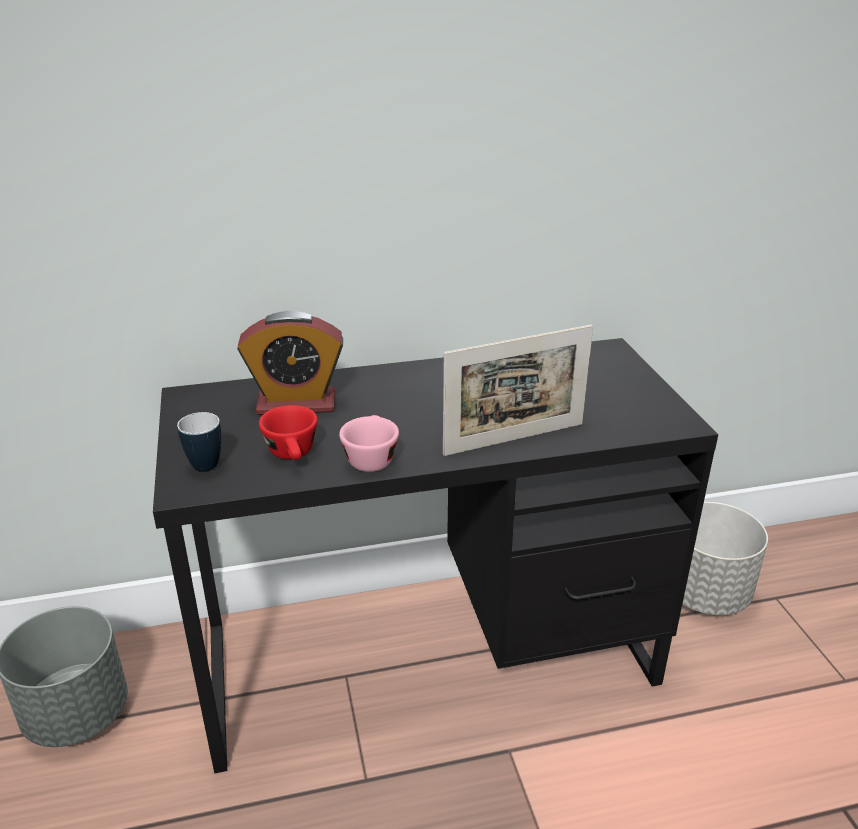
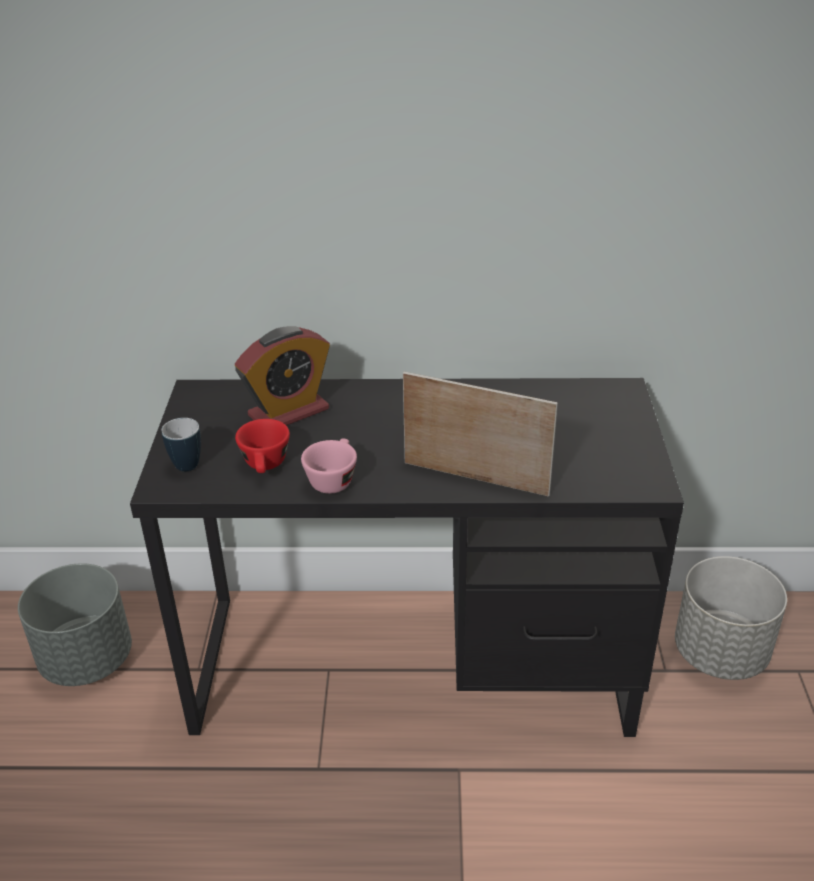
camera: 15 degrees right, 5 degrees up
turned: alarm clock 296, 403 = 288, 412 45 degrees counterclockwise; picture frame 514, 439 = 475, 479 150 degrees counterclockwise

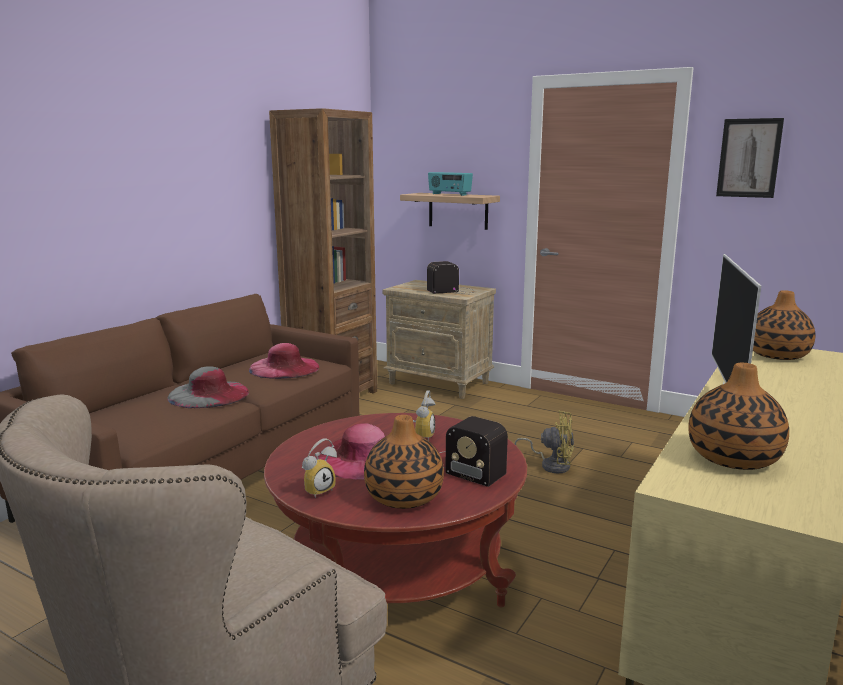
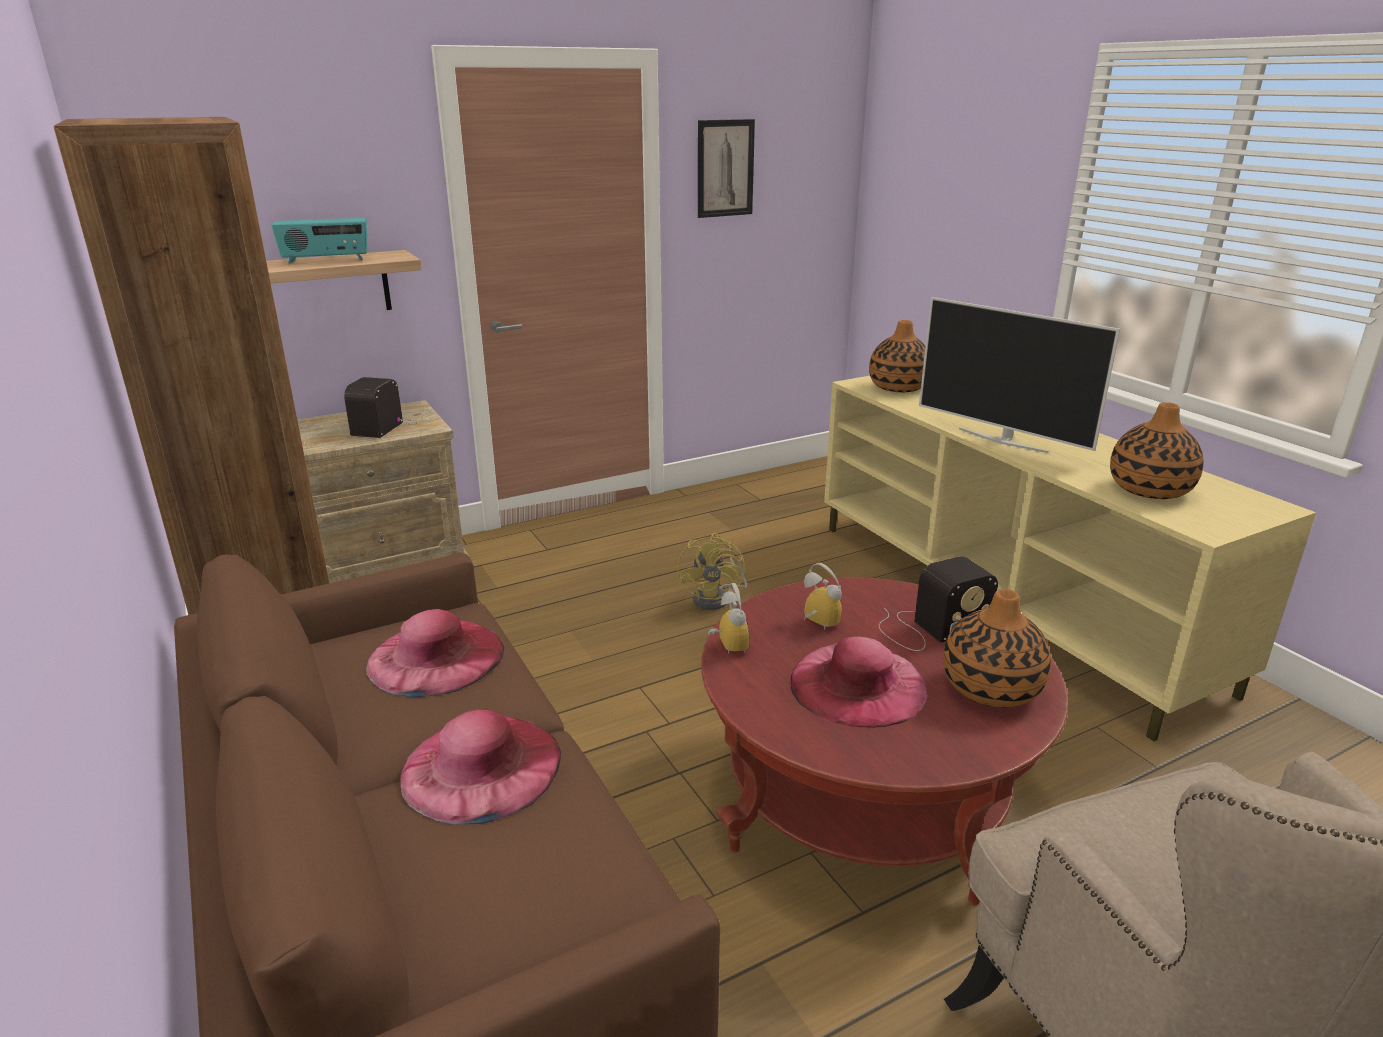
camera: 60 degrees left, 10 degrees up
moved: alarm clock 318, 489 to 726, 646
recoloured: grey hat 208, 394 to pink hat 481, 766
turned: yellow fan 551, 465 = 717, 598 135 degrees clockwise

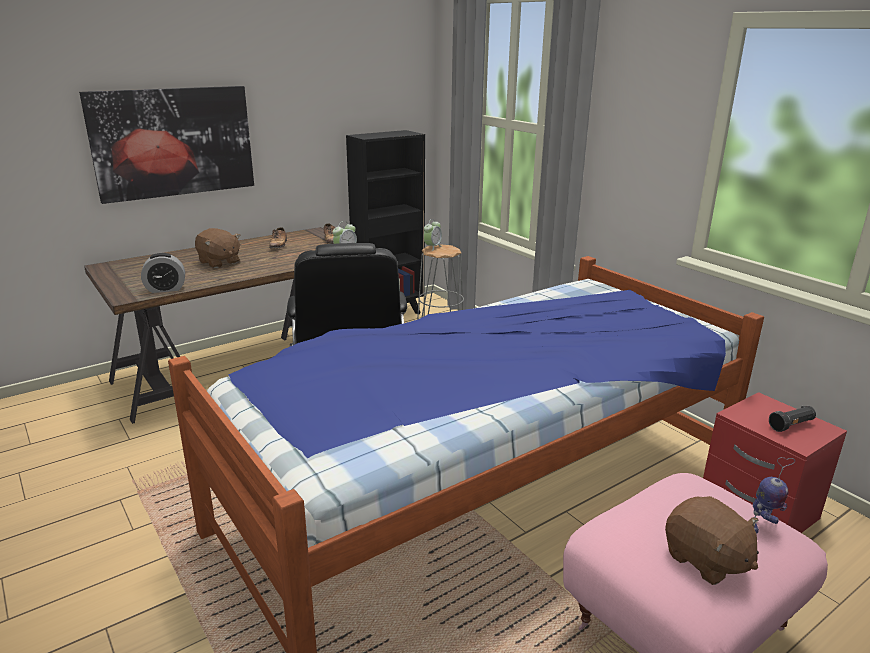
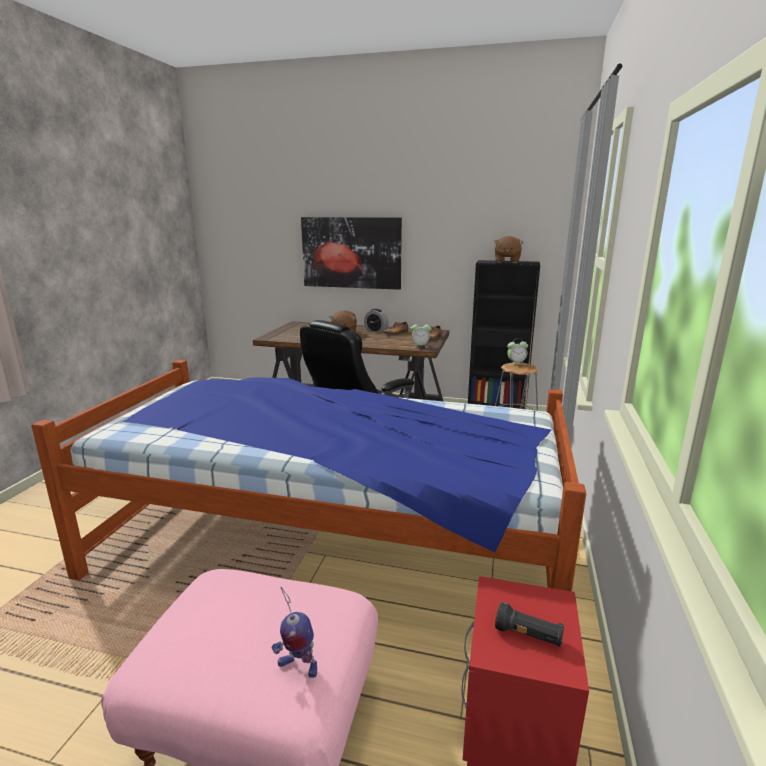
camera: 50 degrees right, 5 degrees down
moved: alarm clock 165, 289 to 376, 331; brown plush toy 705, 560 to 506, 262

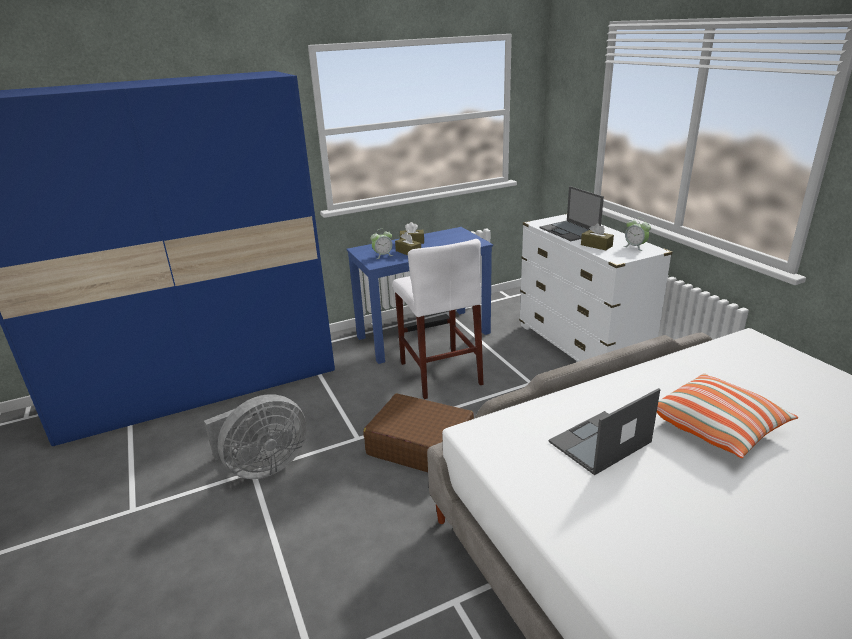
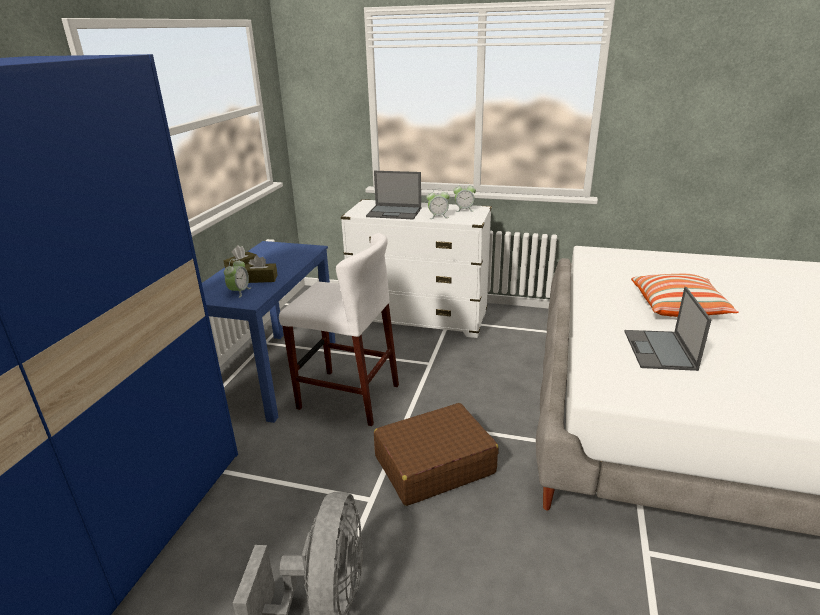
camera: 50 degrees left, 0 degrees up
replaced: brown tissue box 596, 245 to alarm clock 438, 216

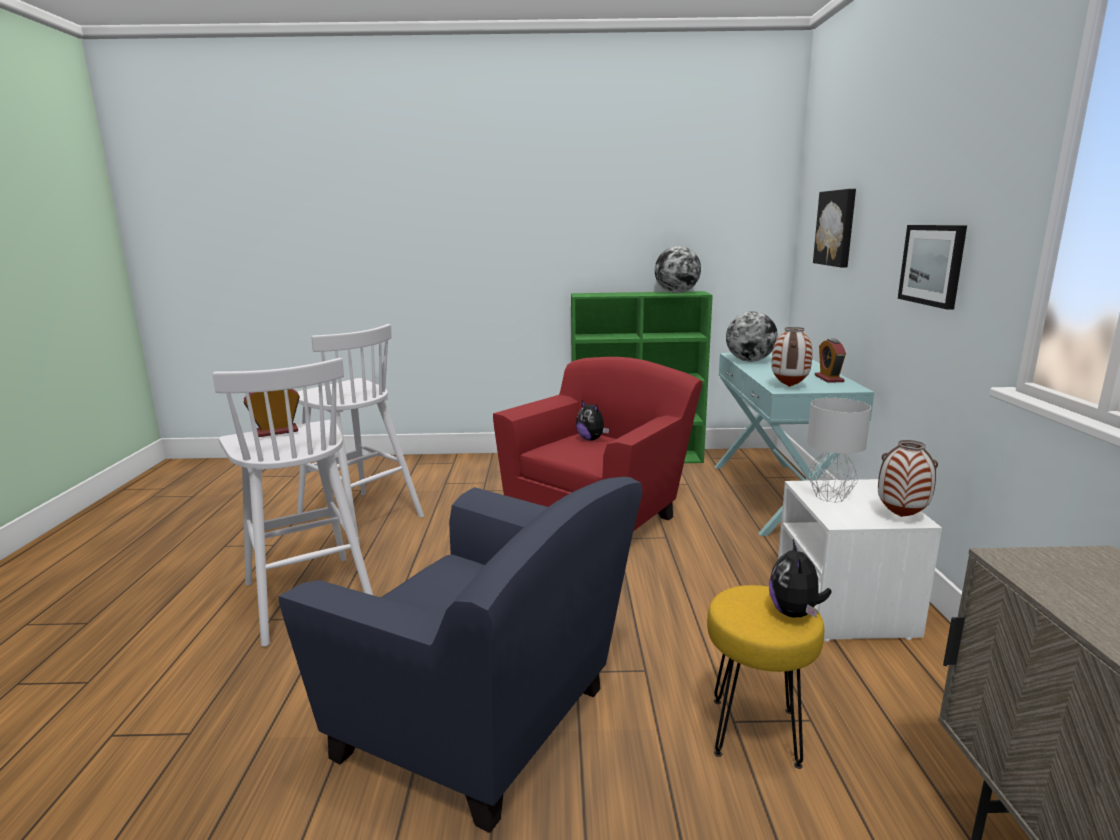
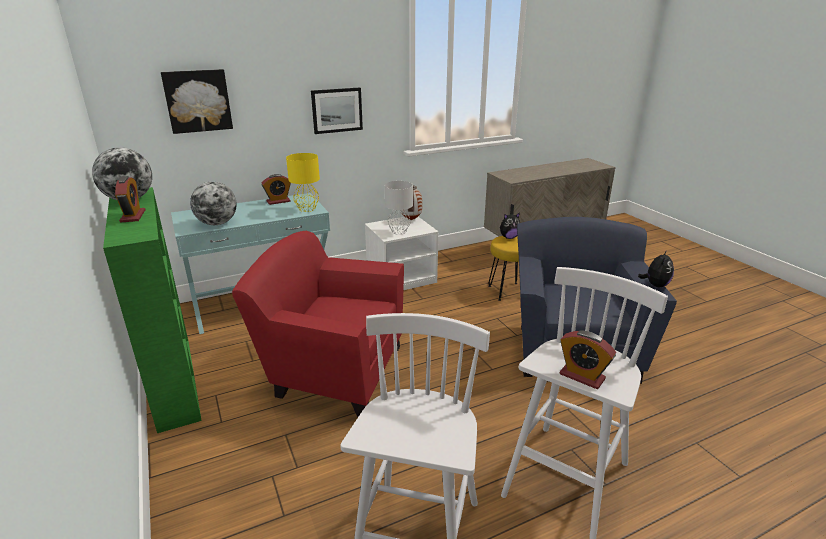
camera: 115 degrees left, 10 degrees up
added: alarm clock 133, 216
moved: plush toy 591, 439 to 655, 285
replaced: vase 789, 386 to yellow table lamp 307, 209

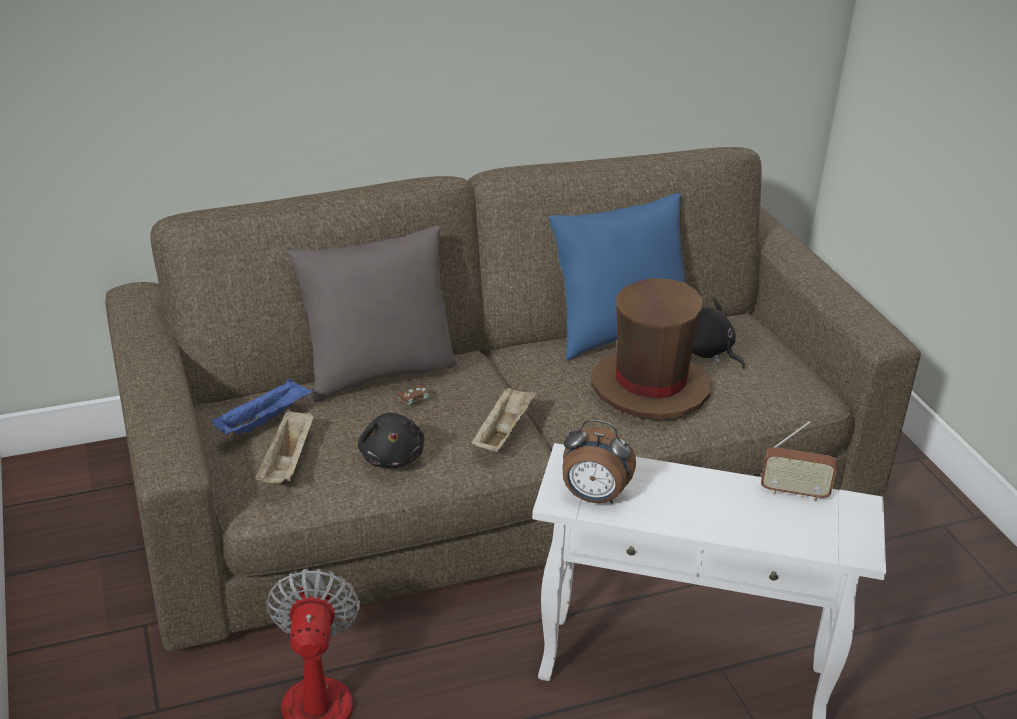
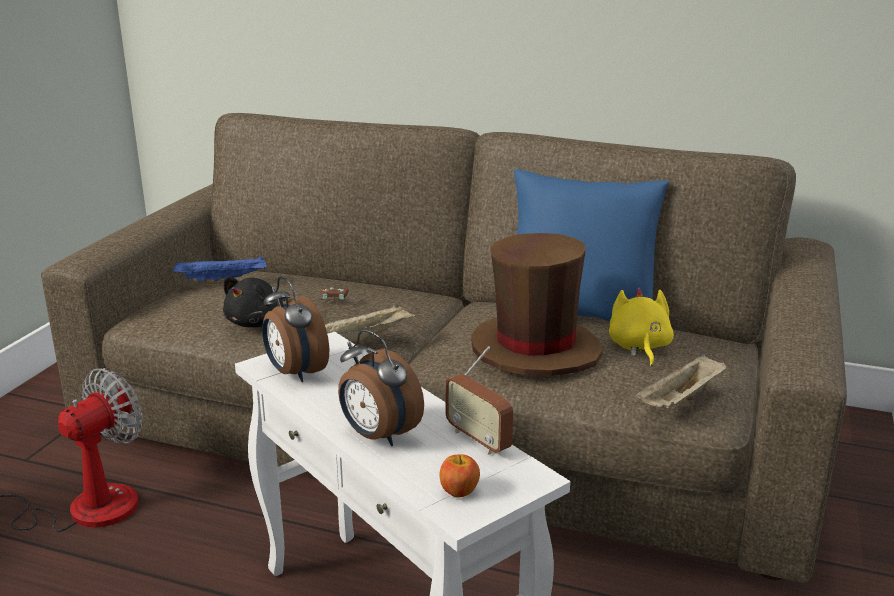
camera: 40 degrees right, 10 degrees down
removed: grey pillow 378, 373
added: alarm clock 378, 436; apple 459, 491
moved: beige tray 287, 463 to 680, 401
recoloured: black plush toy 708, 352 to yellow plush toy 639, 347

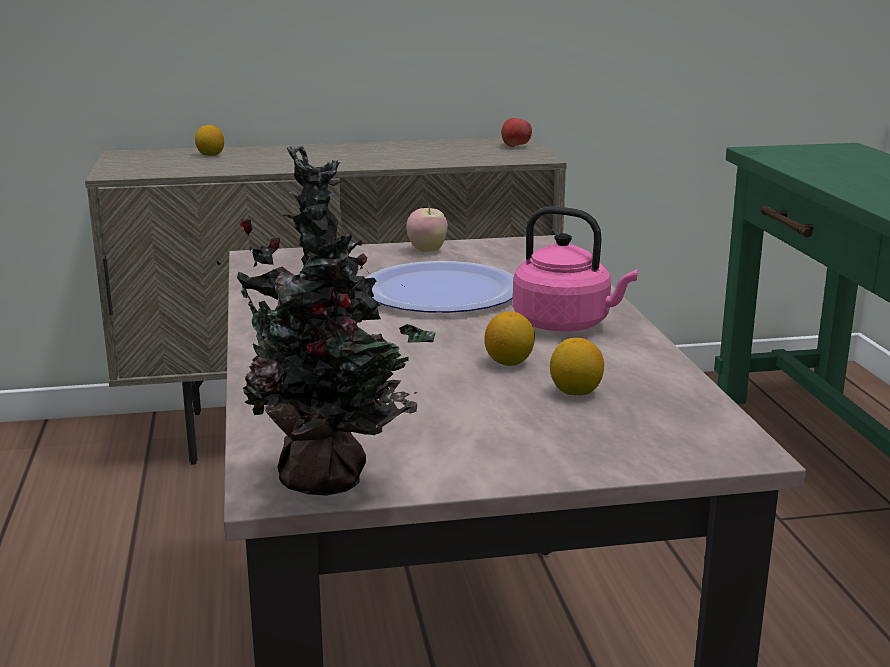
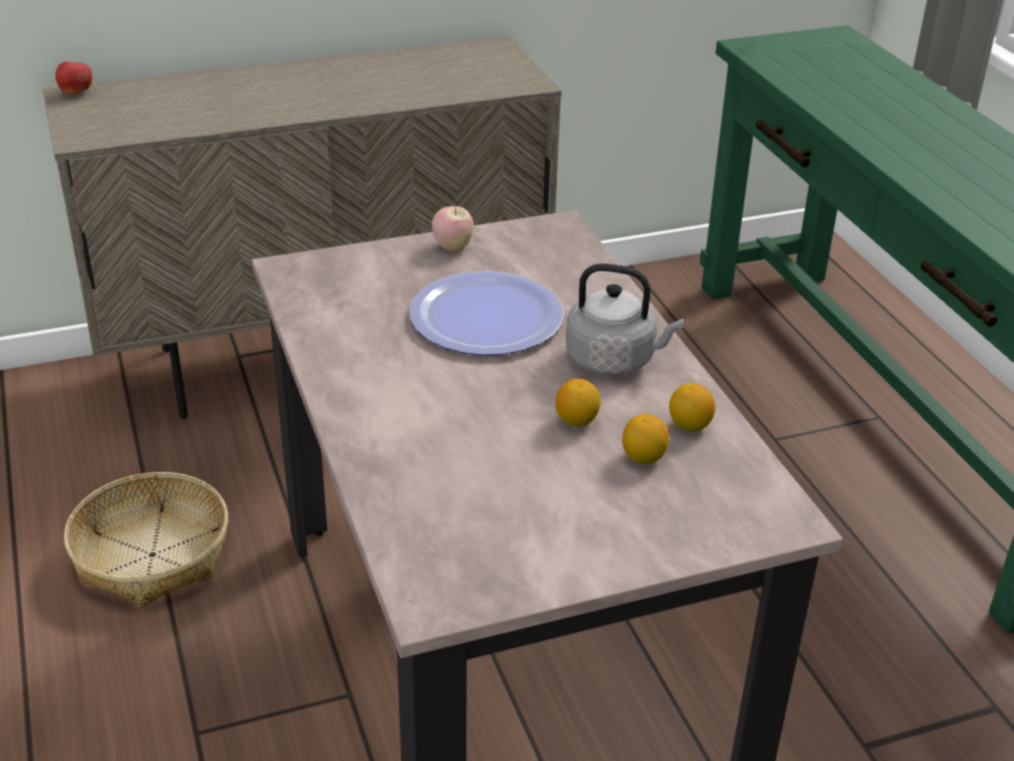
camera: 10 degrees left, 15 degrees up
removed: potted plant 331, 480
added: basket 151, 555
moved: apple 515, 146 to 76, 93; lemon 210, 155 to 689, 426
recoloured: pink kettle 566, 324 to grey kettle 615, 360

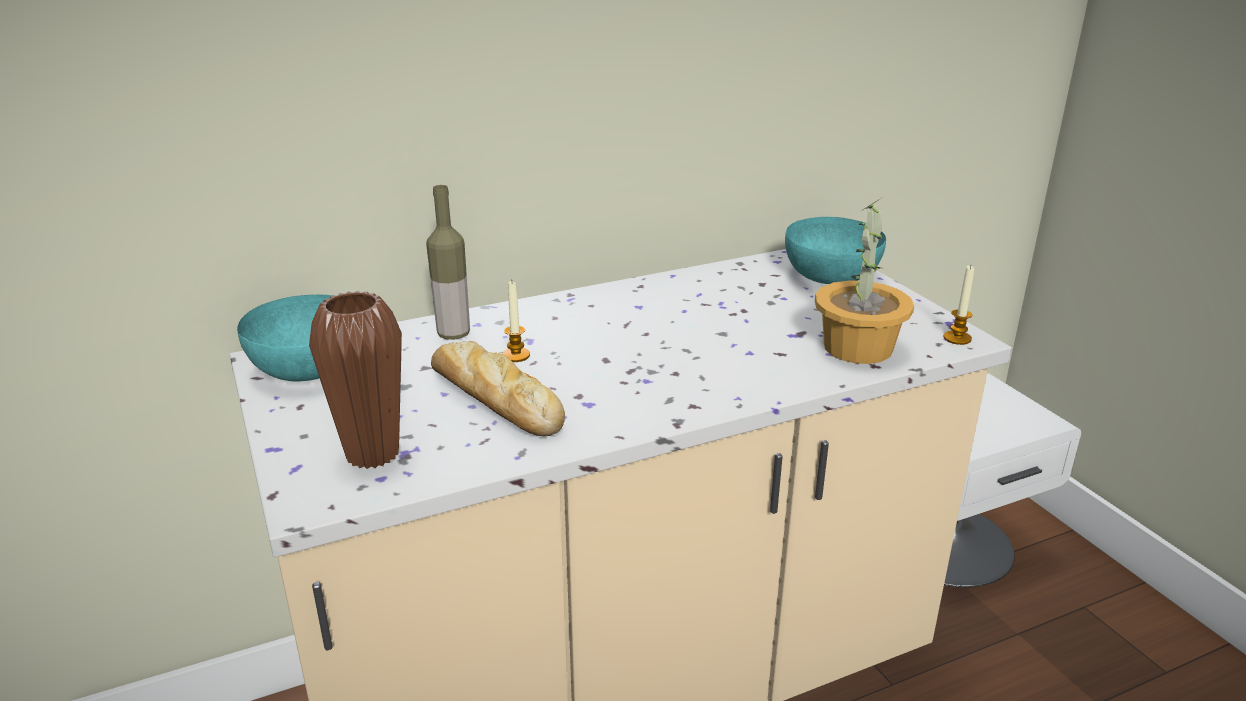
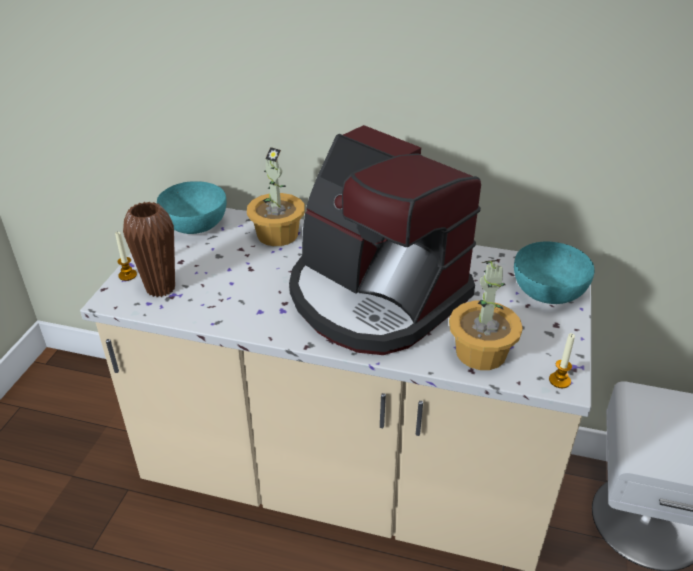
camera: 40 degrees right, 10 degrees up
removed: bread 493, 399
added: coffee machine 374, 297
moved: candle 516, 355 to 127, 275
replaced: bottle 453, 334 to potted plant 278, 234

